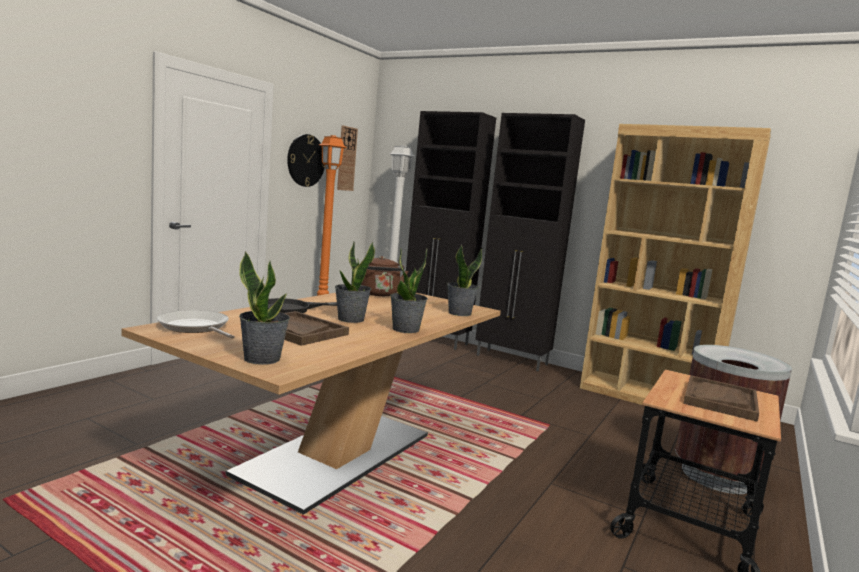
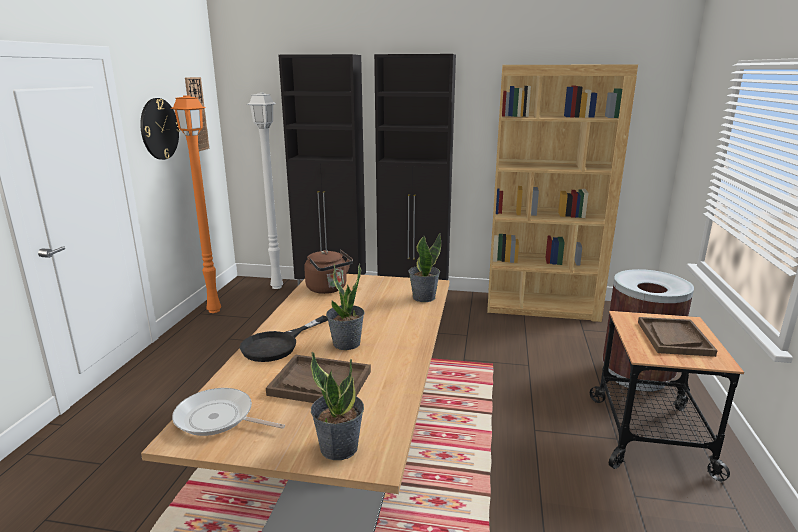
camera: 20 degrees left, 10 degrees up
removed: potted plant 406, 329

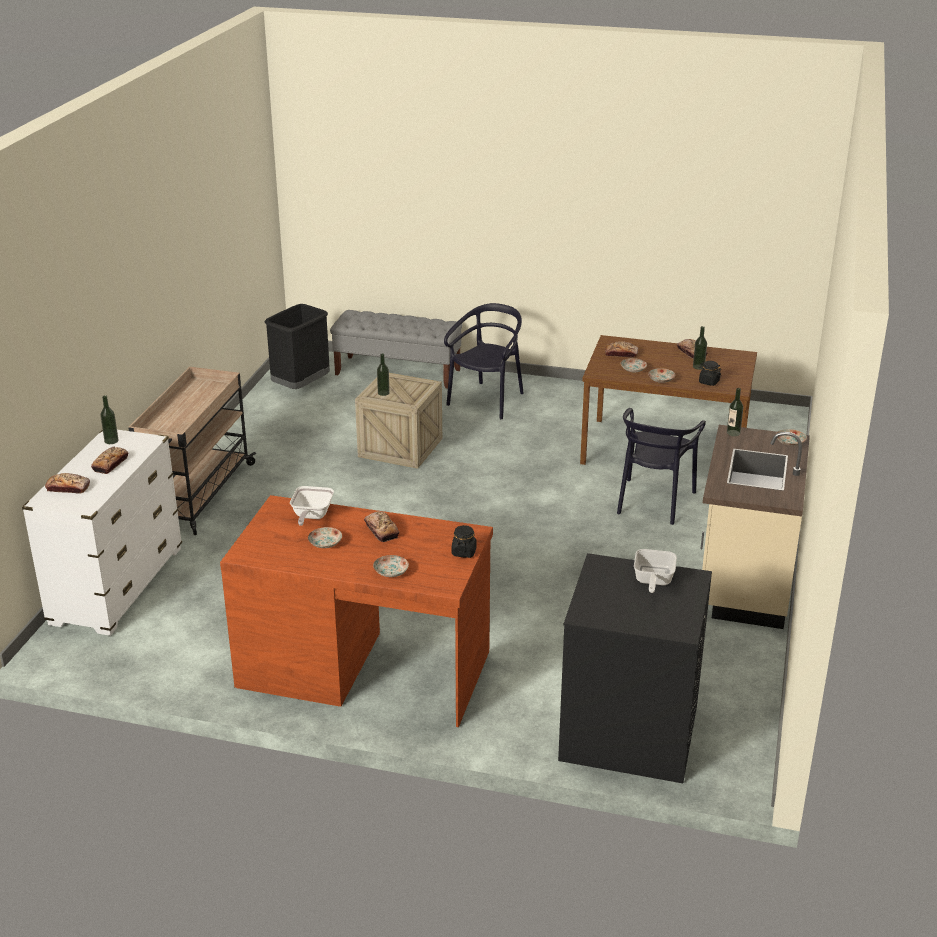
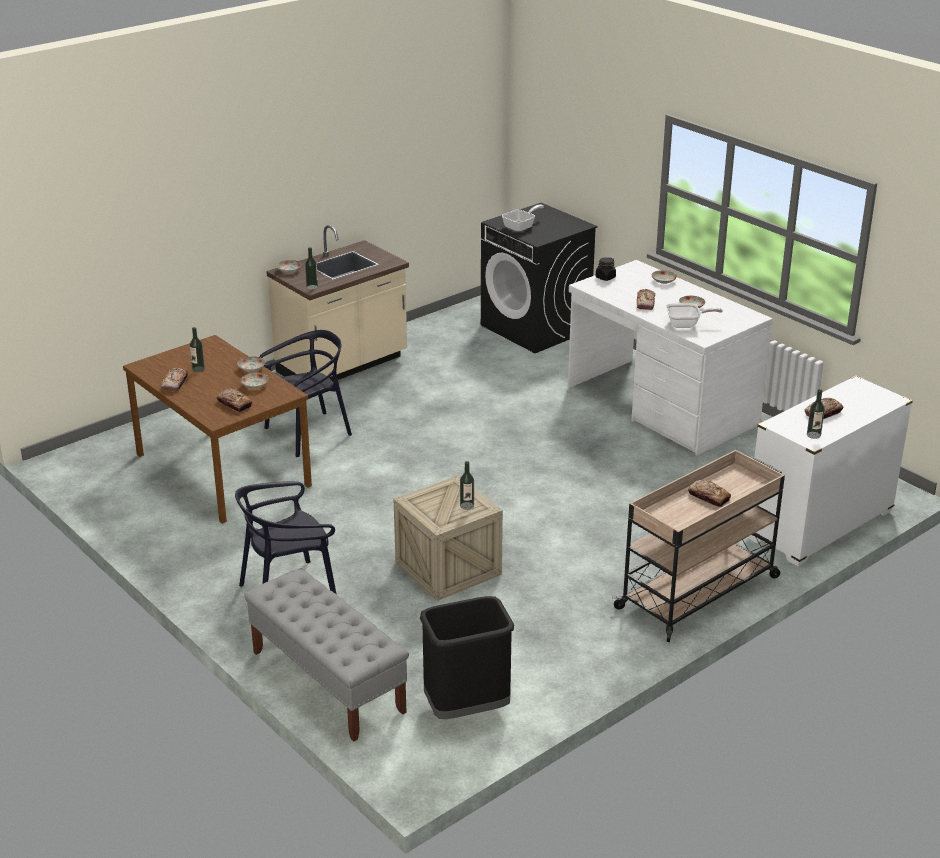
camera: 145 degrees left, 0 degrees up
removed: black jar 708, 382
moved: bread 68, 488 to 708, 497
recoloured: brown desk 364, 667 to white desk 661, 406
turned: frying pan 311, 516 = 686, 325 45 degrees clockwise

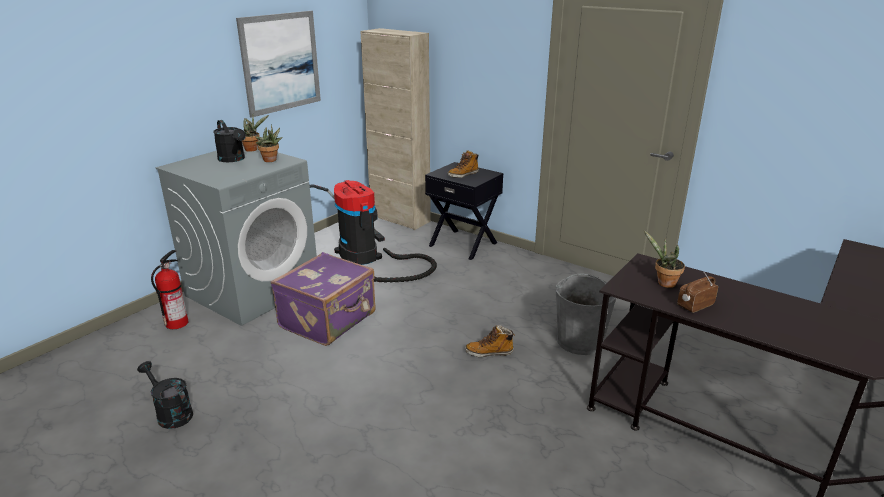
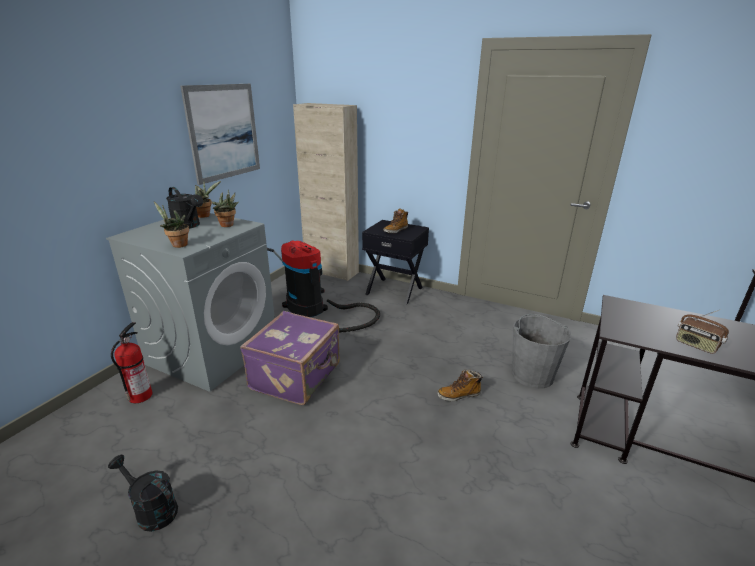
camera: 10 degrees left, 0 degrees up
moved: potted plant 663, 283 to 177, 245
turned: radio 694, 305 = 696, 345 90 degrees counterclockwise

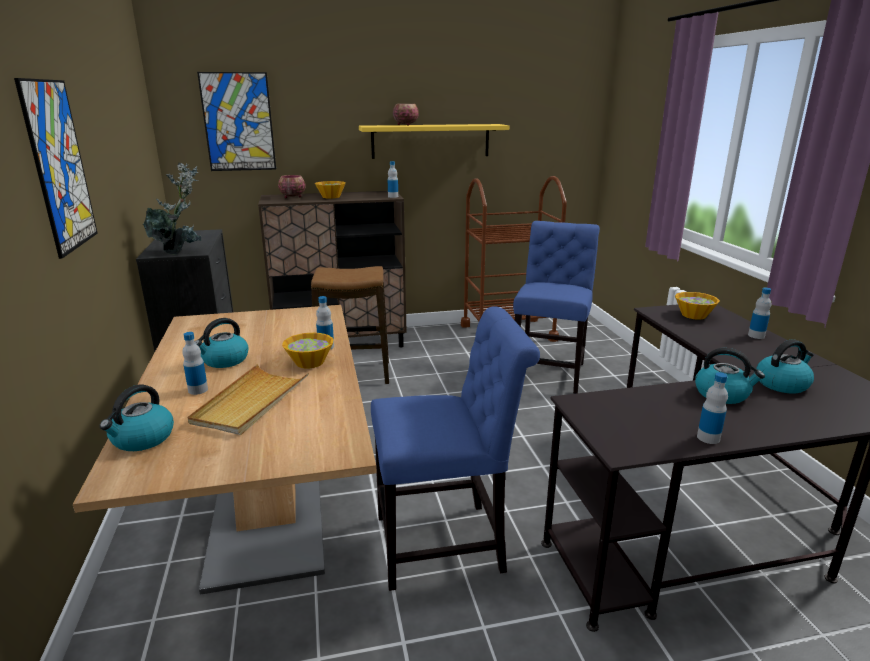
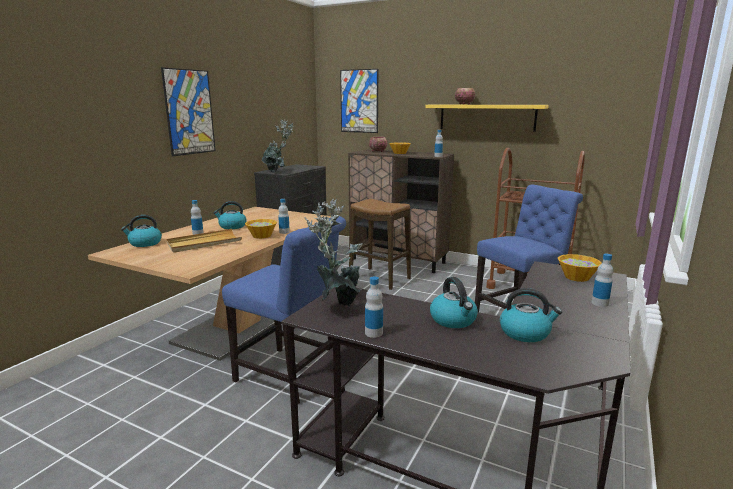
camera: 40 degrees right, 5 degrees down
added: potted plant 338, 303

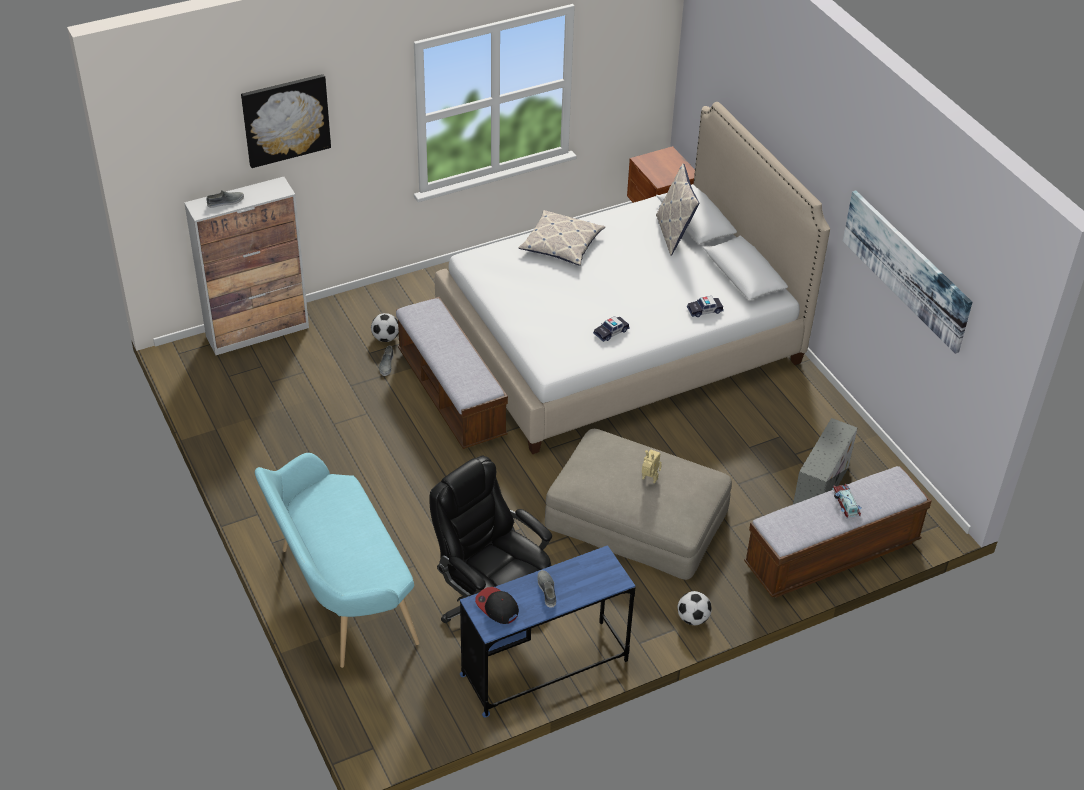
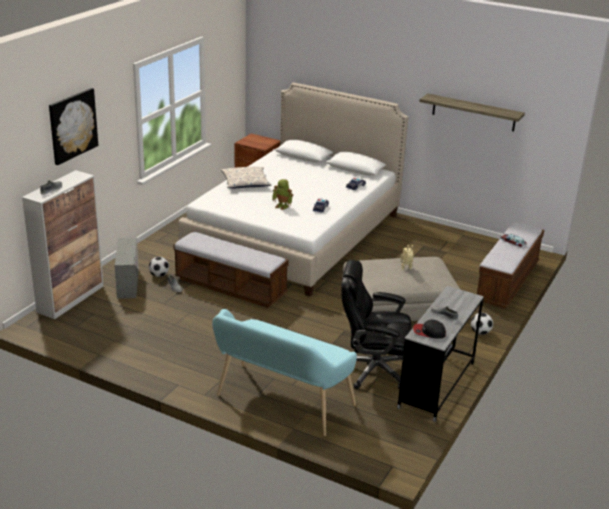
camera: 35 degrees left, 15 degrees down
removed: pillow 674, 234
added: toy robot 282, 206
moved: grey storage box 821, 487 to 128, 283
replaced: picture 906, 269 to shelf 473, 112
recoloured: blue desk 544, 668 to grey desk 436, 385

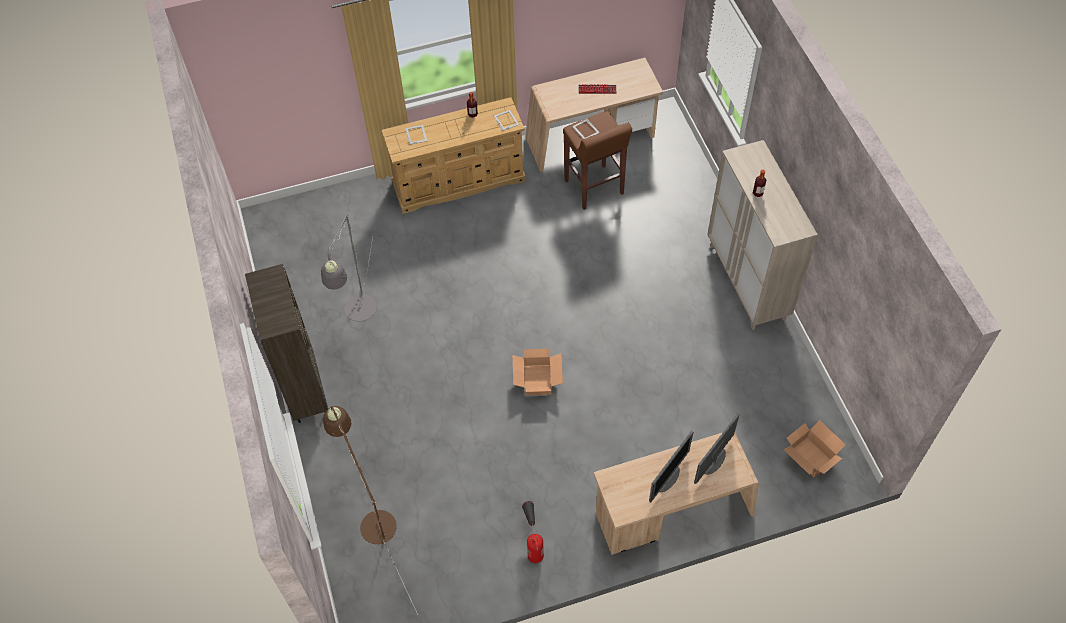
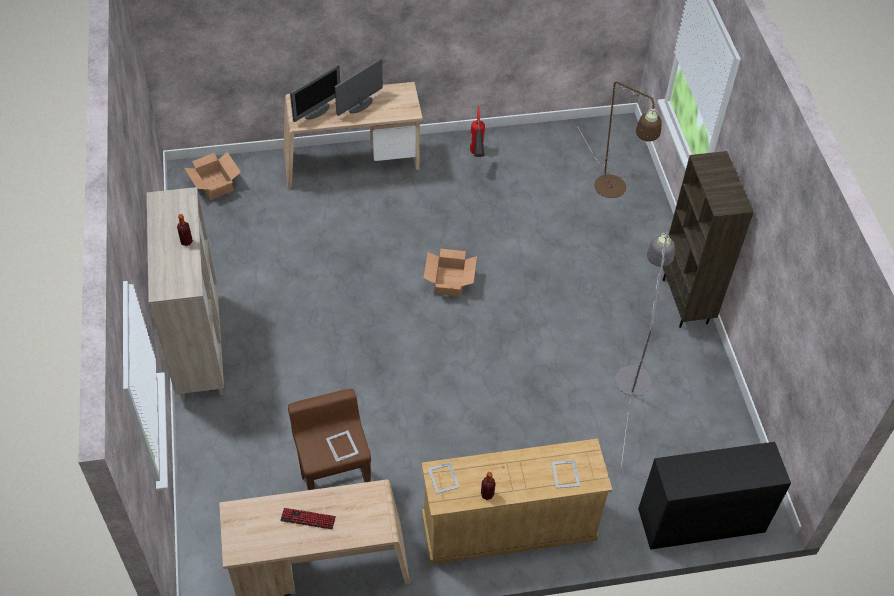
camera: 175 degrees left, 5 degrees down
added: black desk 701, 521

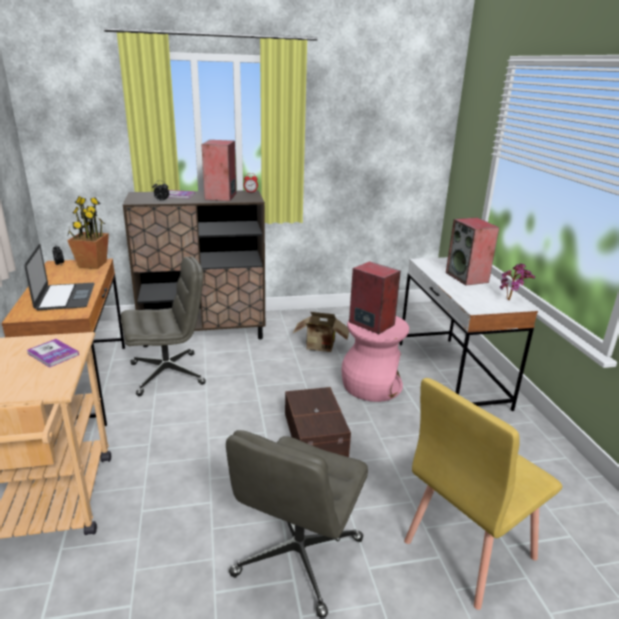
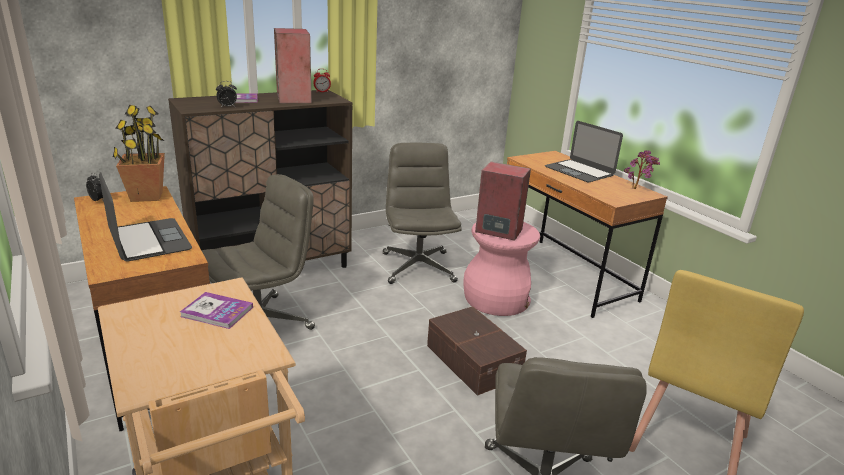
camera: 20 degrees left, 0 degrees up
replaced: speaker 467, 277 to laptop 579, 171; cardboard box 321, 347 to grey office chair 418, 267
recoloured: white desk 450, 374 to brown desk 563, 276

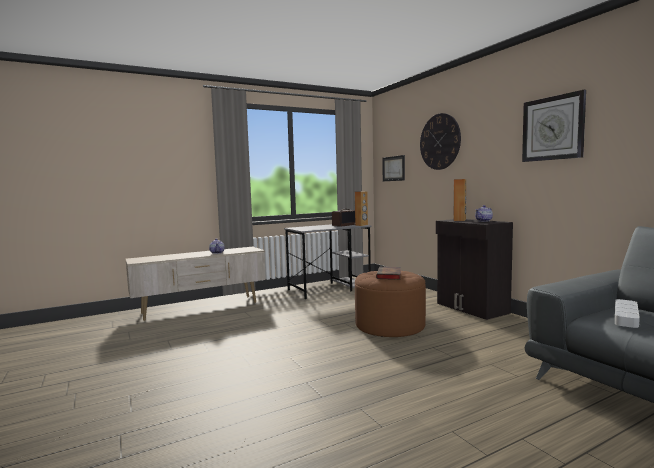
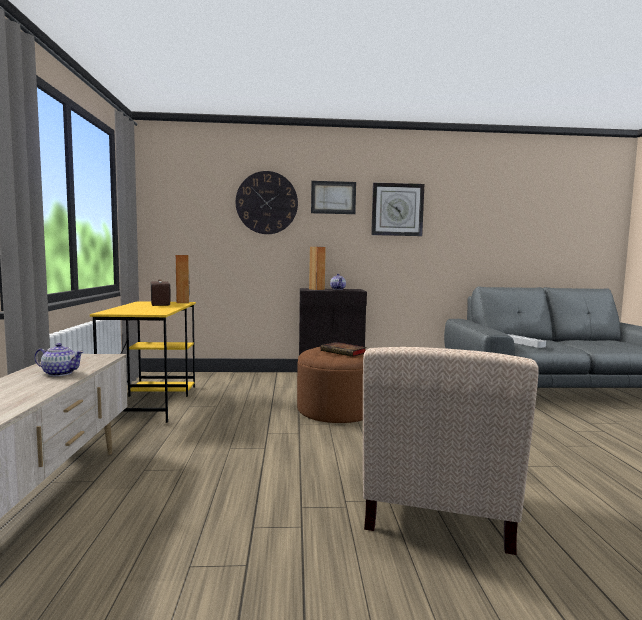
camera: 65 degrees left, 0 degrees up
added: beige armchair 435, 515
moved: picture 393, 168 to 333, 197
recoloured: grey desk 330, 289 to yellow desk 152, 402

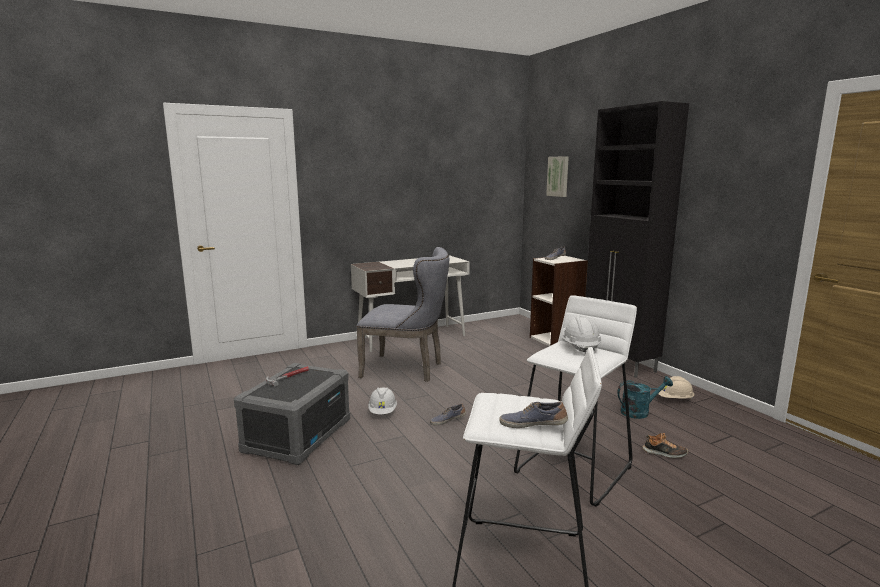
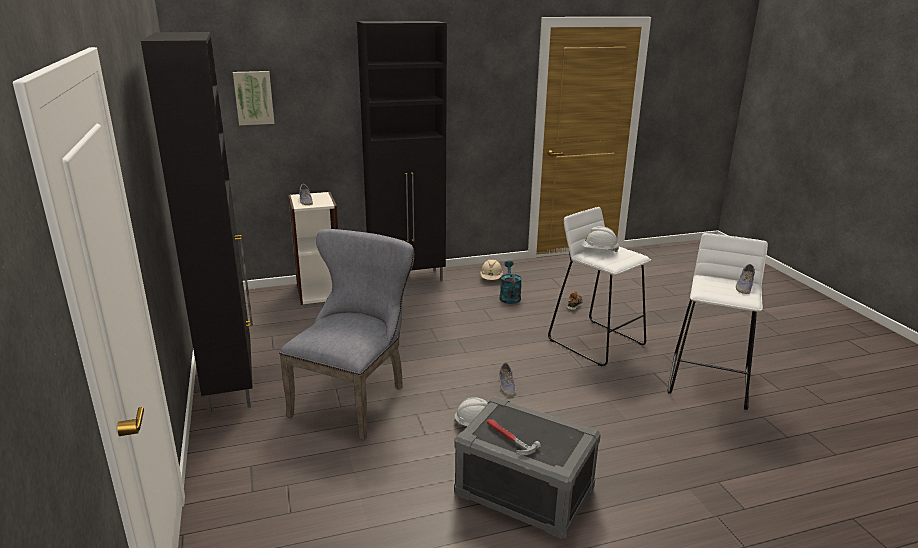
camera: 80 degrees left, 10 degrees up
replaced: white desk 412, 338 to black cabinet 231, 384

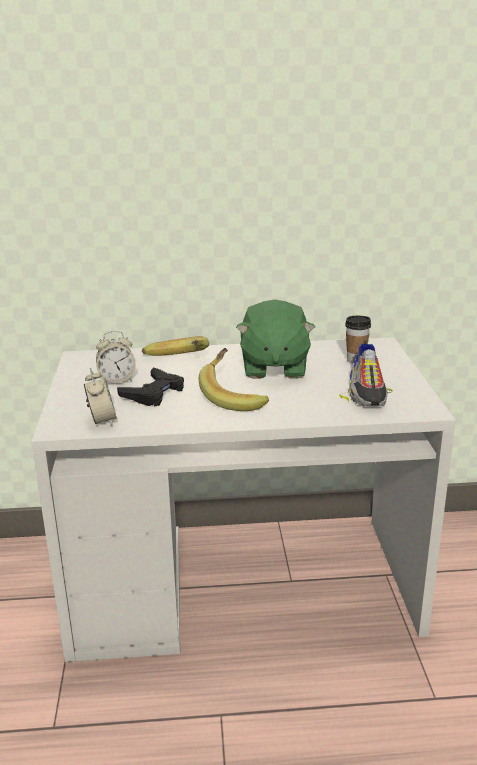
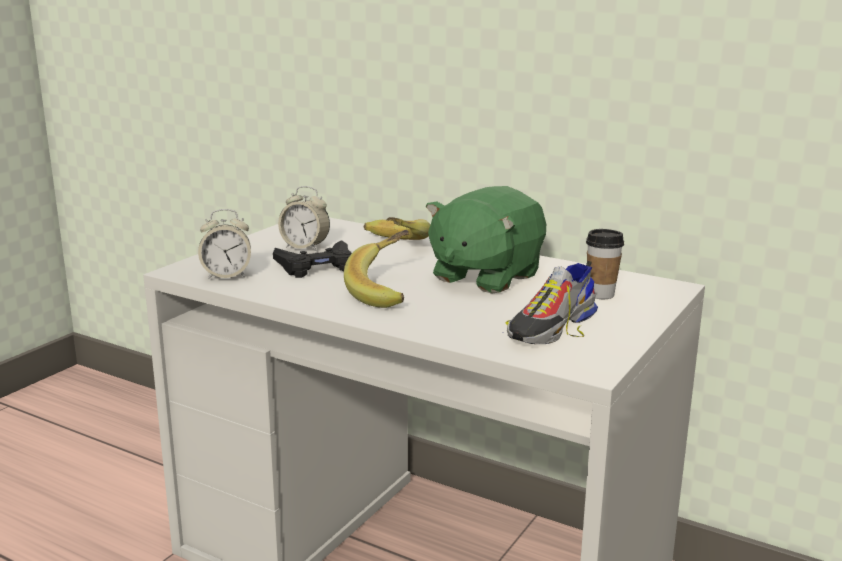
camera: 35 degrees right, 5 degrees down
turned: alarm clock 102, 421 = 227, 275 60 degrees clockwise

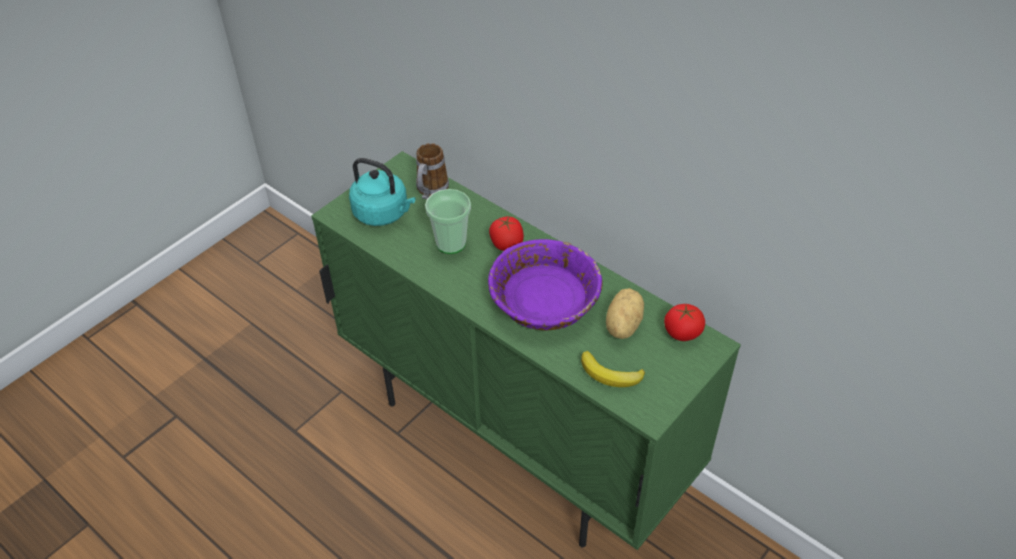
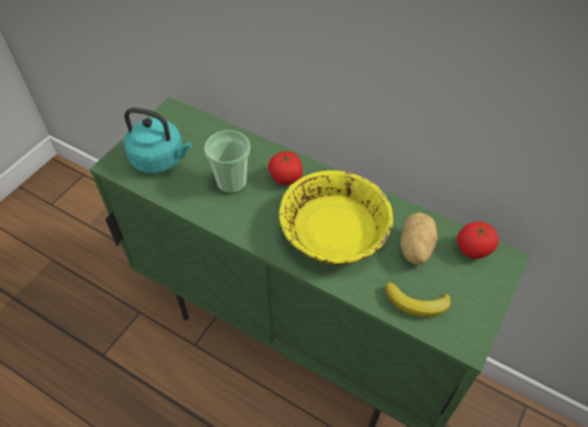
camera: 10 degrees left, 5 degrees up
removed: mug 430, 191
recoloured: purple bowl 545, 300 to yellow bowl 334, 231

